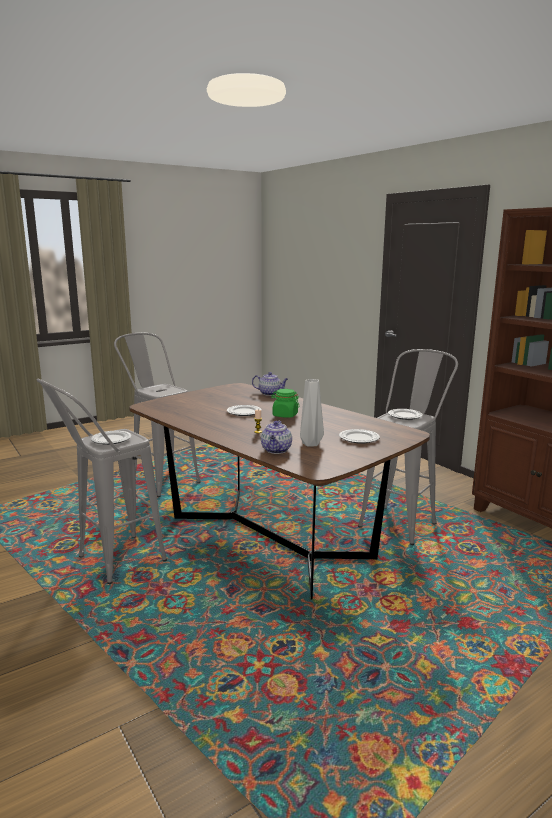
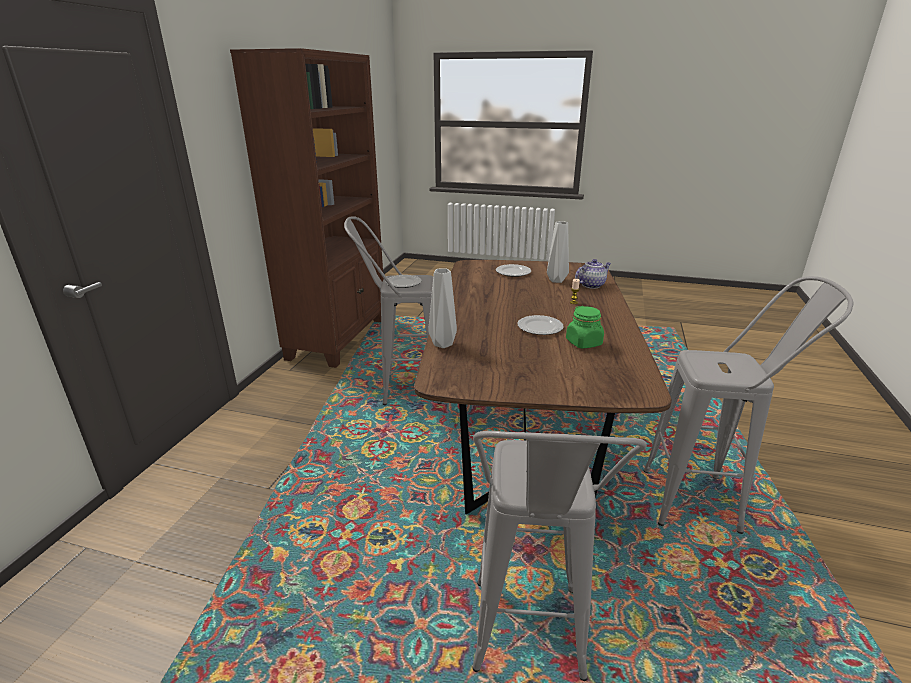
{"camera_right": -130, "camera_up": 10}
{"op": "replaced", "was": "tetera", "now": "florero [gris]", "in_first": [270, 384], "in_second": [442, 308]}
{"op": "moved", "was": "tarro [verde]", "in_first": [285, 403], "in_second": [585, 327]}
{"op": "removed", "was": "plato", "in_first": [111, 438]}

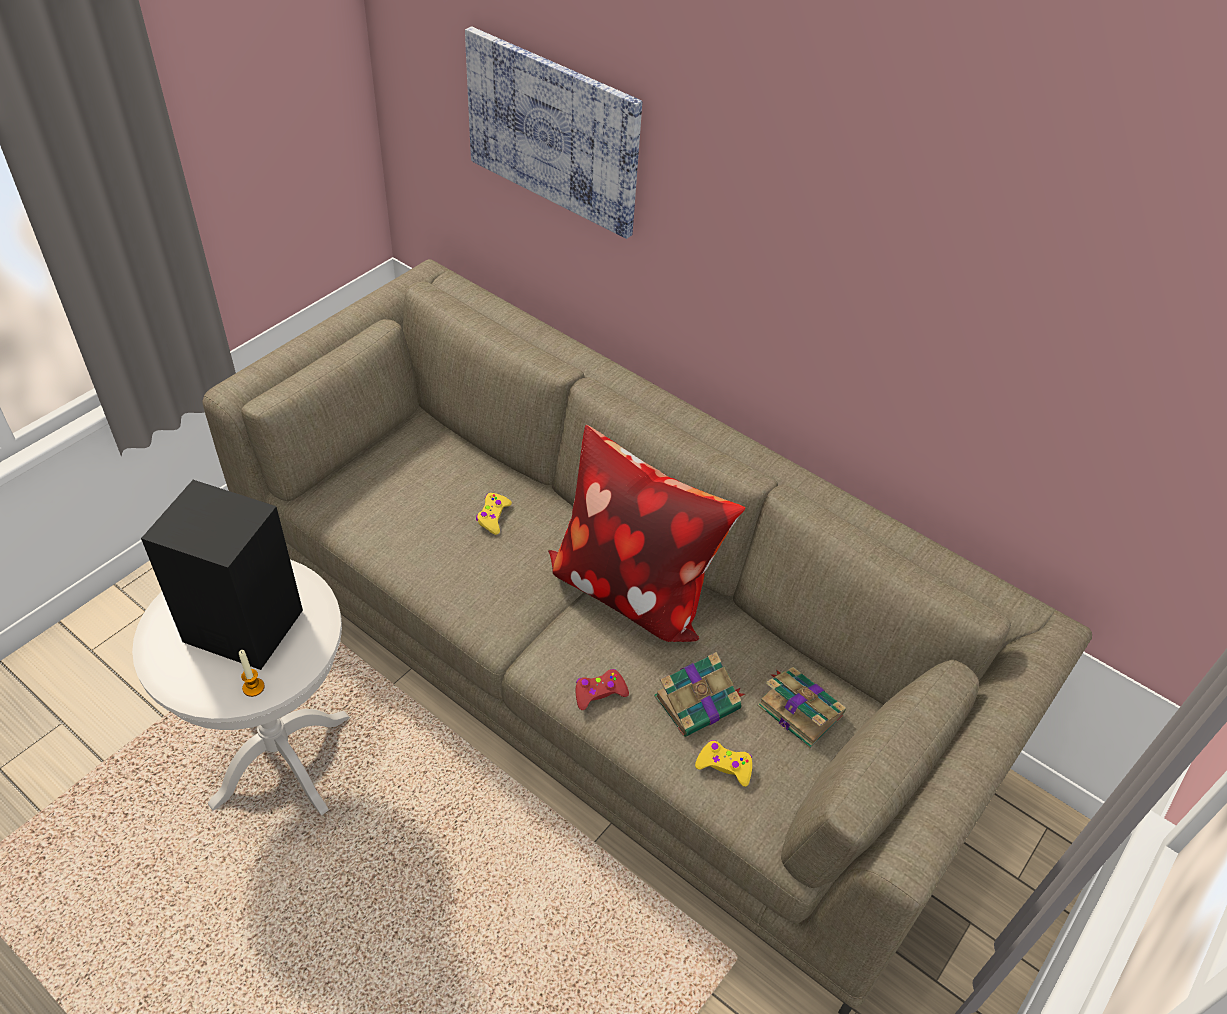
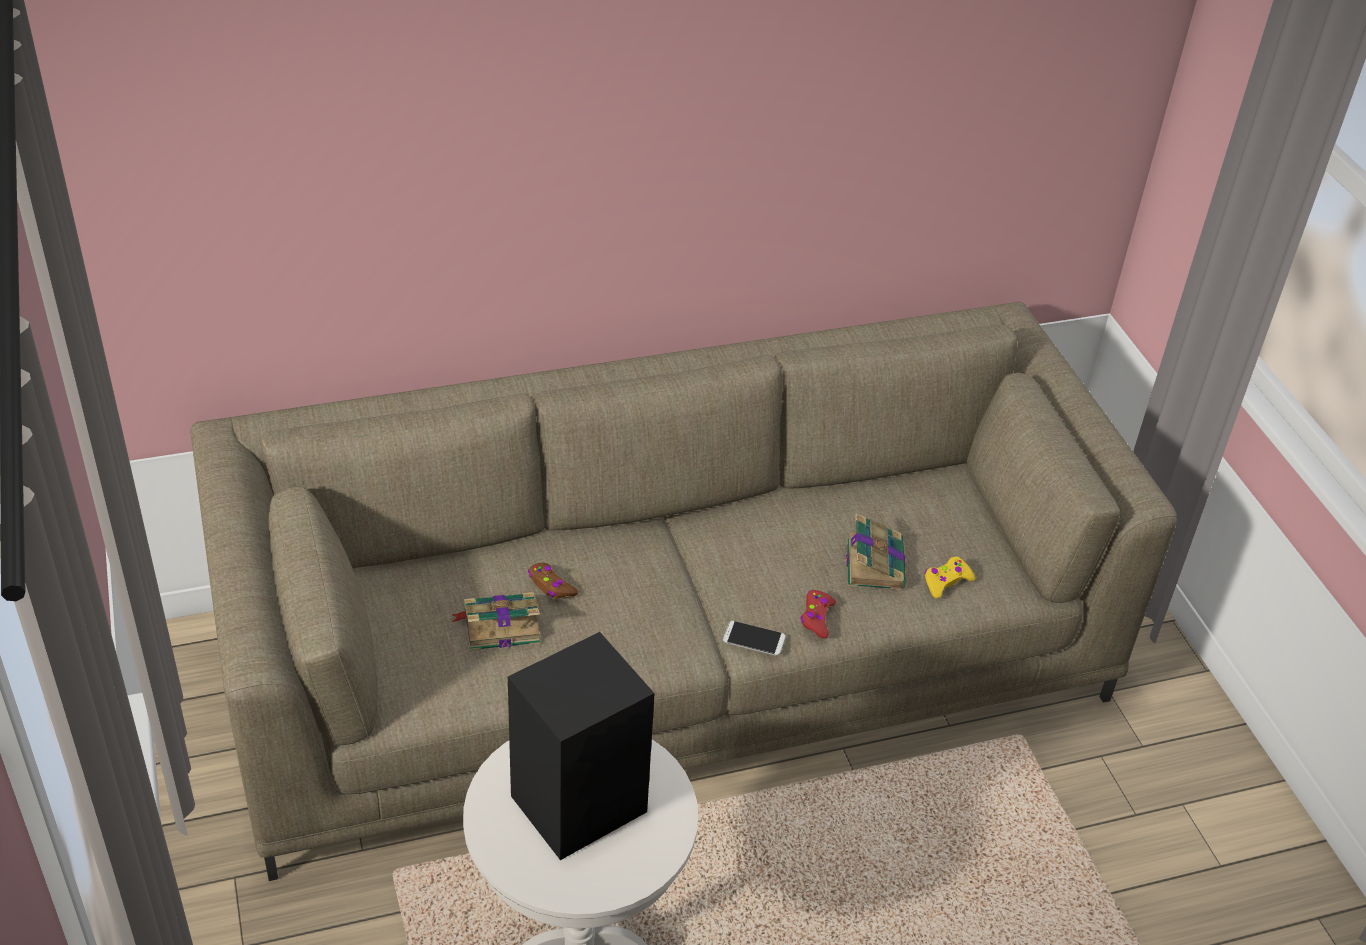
{"camera_right": -55, "camera_up": -5}
{"op": "moved", "was": "libro", "in_first": [801, 707], "in_second": [496, 621]}
{"op": "recoloured", "was": "mando de consola [amarillo]", "now": "mando de consola [marrón]", "in_first": [494, 514], "in_second": [553, 581]}
{"op": "added", "now": "móvil", "in_second": [754, 638]}
{"op": "removed", "was": "vela", "in_first": [252, 673]}
{"op": "removed", "was": "cuadro", "in_first": [553, 132]}
{"op": "removed", "was": "cojín", "in_first": [646, 533]}

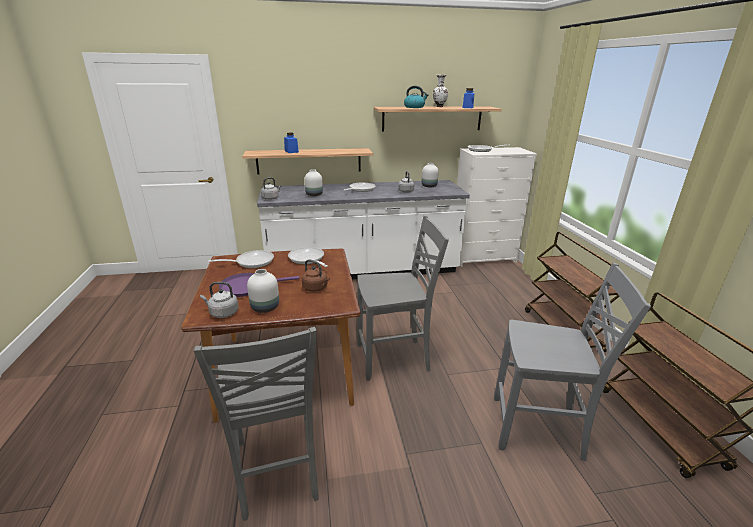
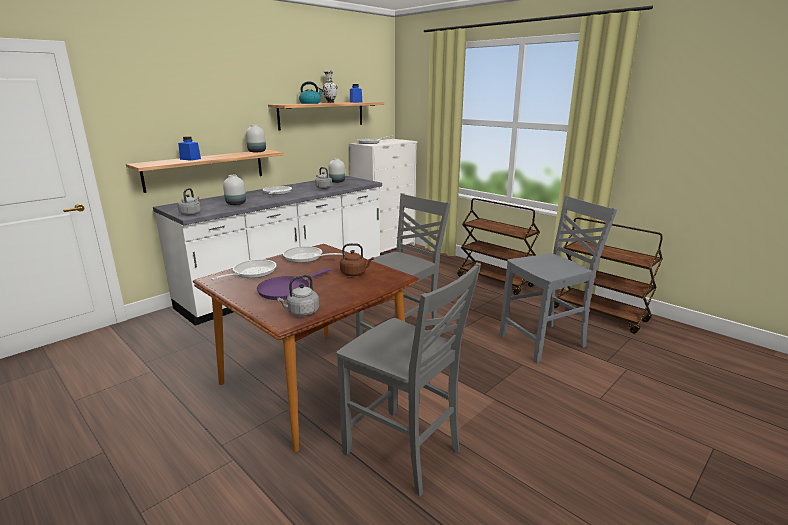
{"camera_right": -35, "camera_up": -5}
{"op": "moved", "was": "florero [blanco]", "in_first": [263, 291], "in_second": [256, 138]}

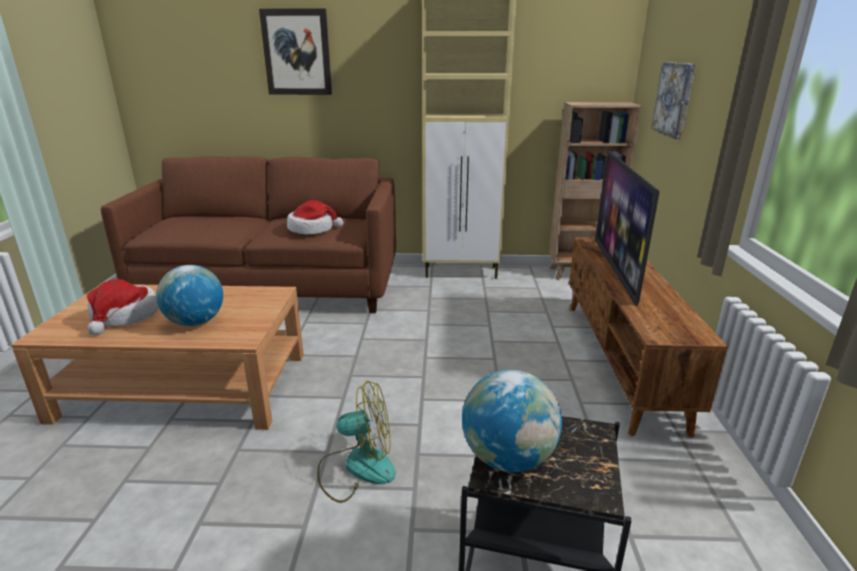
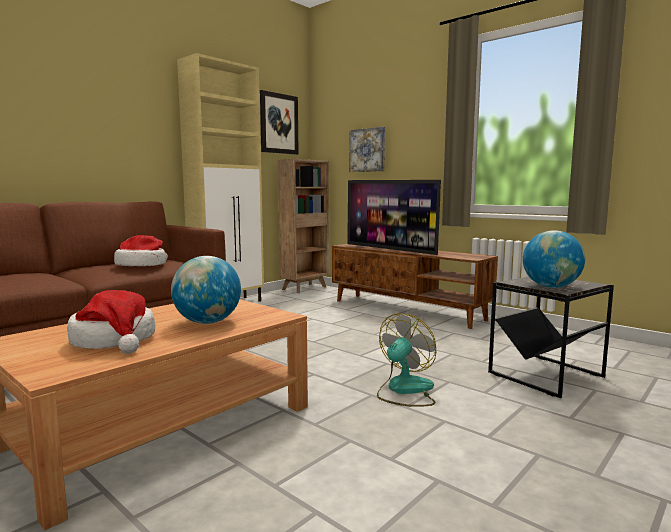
{"camera_right": -50, "camera_up": -15}
{"op": "moved", "was": "cuadro", "in_first": [295, 51], "in_second": [279, 122]}

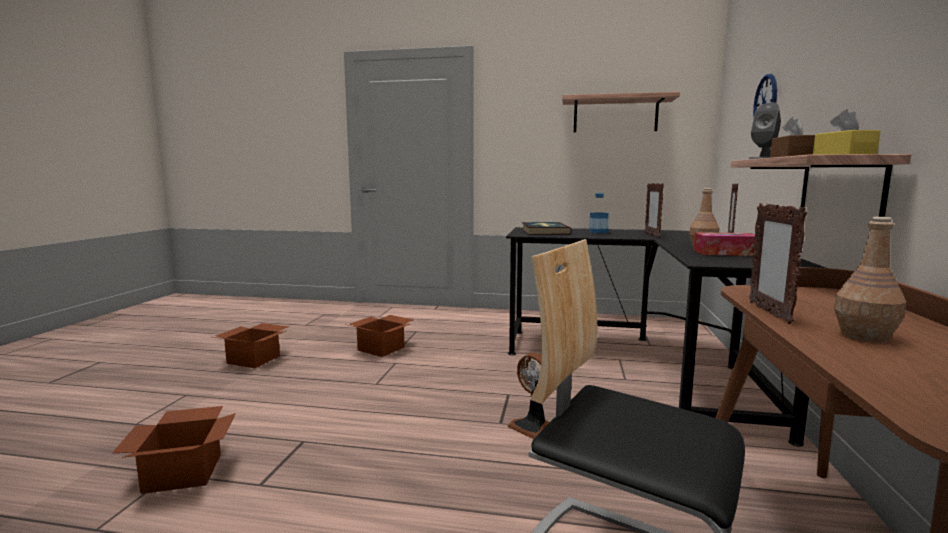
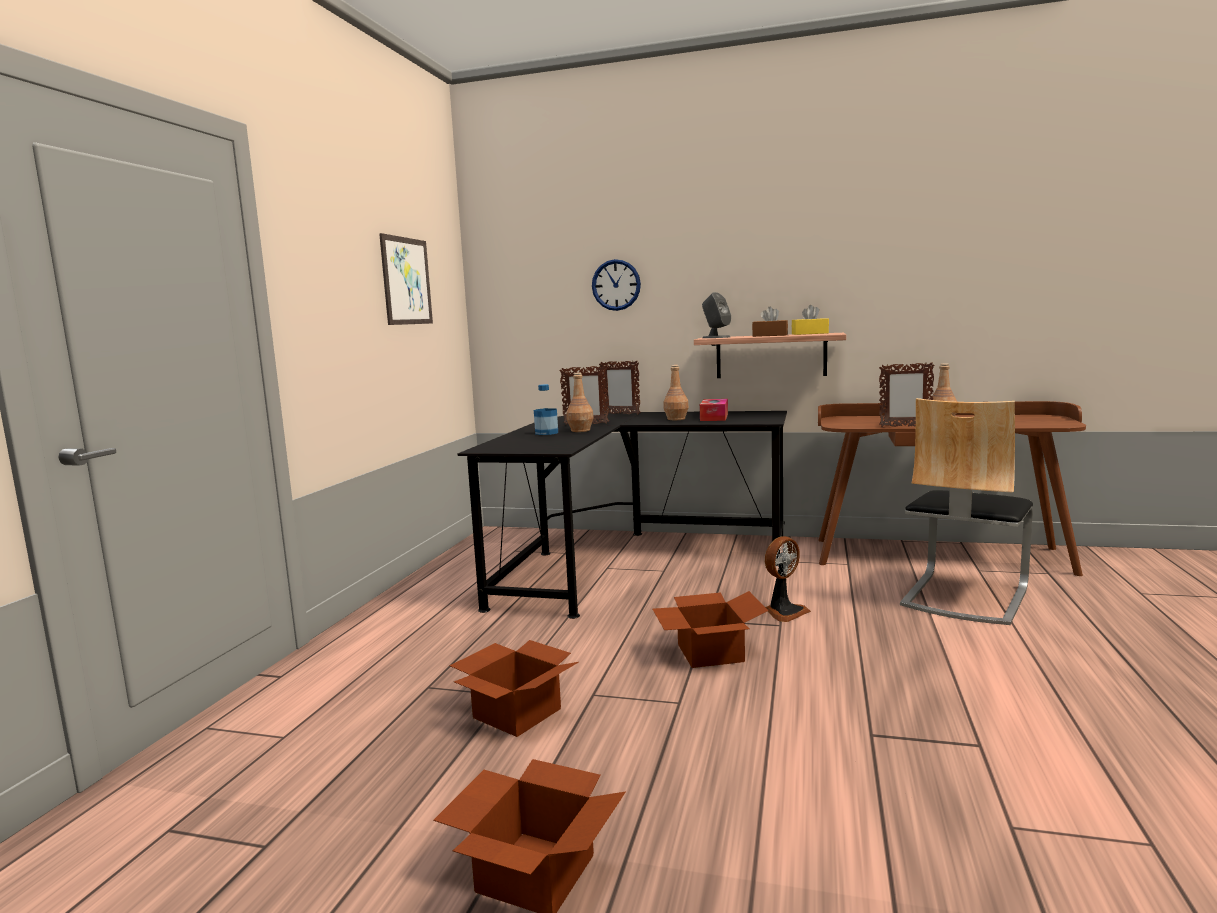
{"camera_right": -85, "camera_up": 0}
{"op": "replaced", "was": "estante", "now": "cuadro", "in_first": [621, 112], "in_second": [406, 279]}
{"op": "added", "now": "botella [marrón]", "in_second": [580, 402]}
{"op": "moved", "was": "caja de cartón", "in_first": [174, 450], "in_second": [710, 629]}
{"op": "removed", "was": "libro", "in_first": [547, 228]}

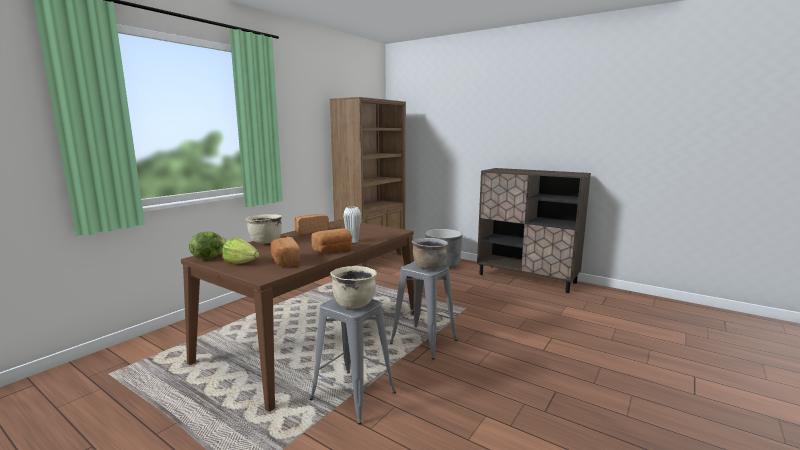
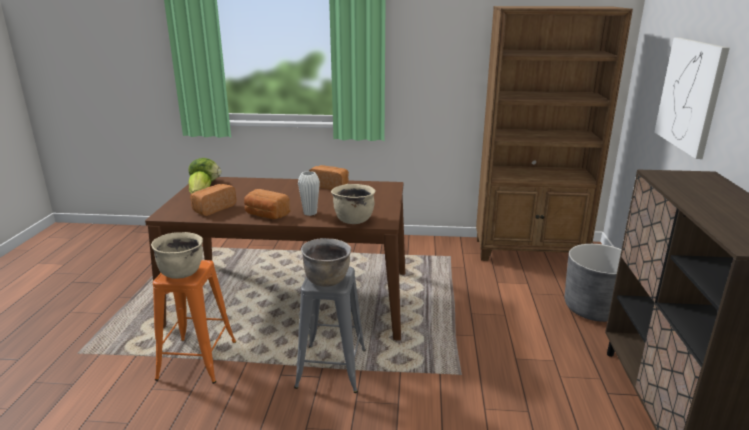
{"camera_right": 60, "camera_up": 10}
{"op": "recoloured", "was": "taburete [gris]", "now": "taburete [naranja]", "in_first": [353, 361], "in_second": [194, 322]}
{"op": "moved", "was": "olla [beis]", "in_first": [264, 228], "in_second": [353, 204]}
{"op": "added", "now": "cuadro", "in_second": [692, 98]}

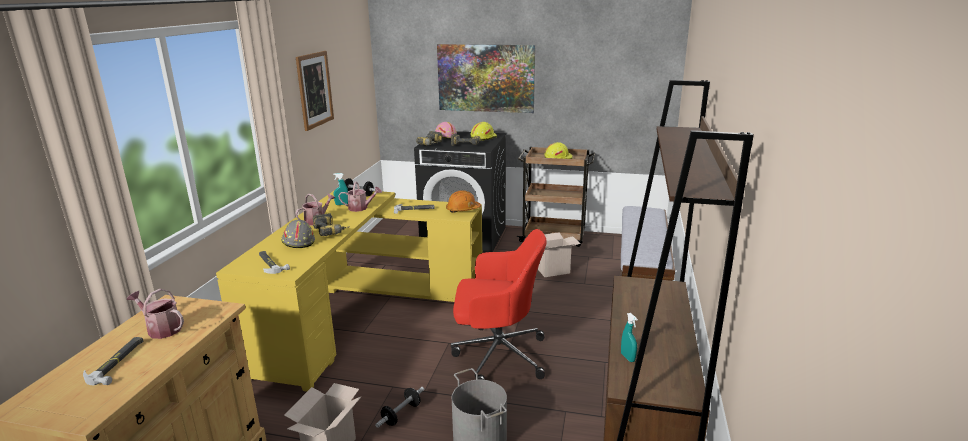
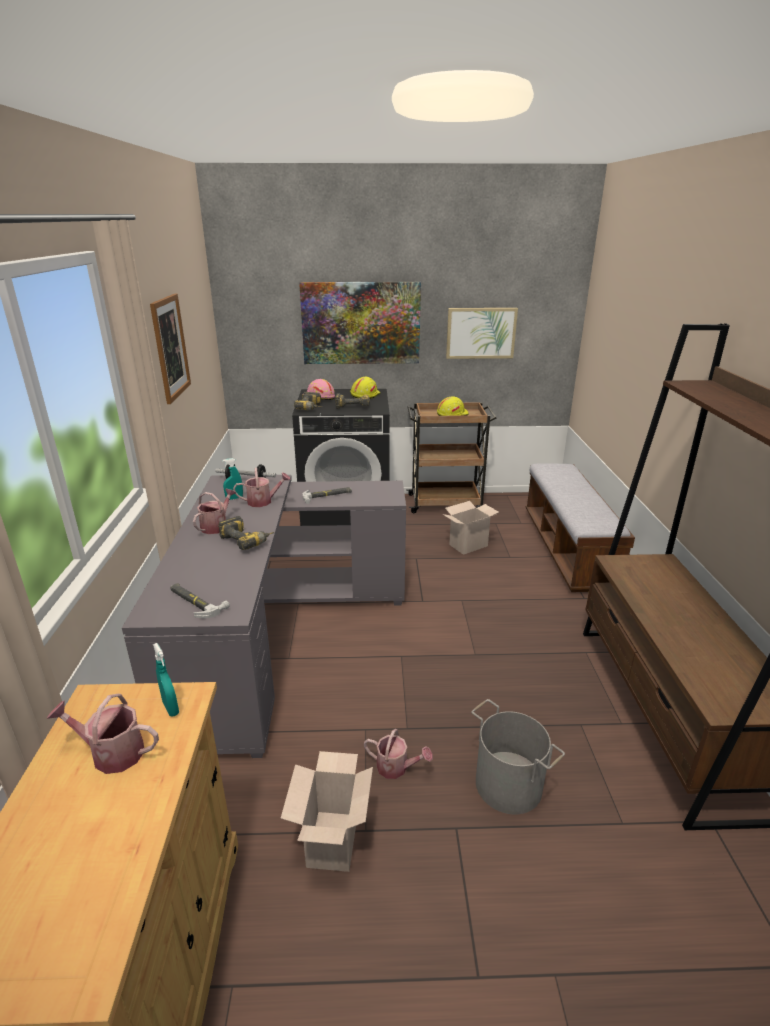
{"camera_right": -15, "camera_up": 5}
{"op": "recoloured", "was": "escritorio [amarillo]", "now": "escritorio [gris]", "in_first": [349, 290], "in_second": [264, 616]}
{"op": "moved", "was": "pulverizador [turquesa]", "in_first": [629, 337], "in_second": [166, 680]}
{"op": "replaced", "was": "mancuerna", "now": "regadera", "in_first": [399, 407], "in_second": [398, 754]}
{"op": "added", "now": "cuadro", "in_second": [482, 333]}
{"op": "removed", "was": "martillo", "in_first": [113, 361]}
{"op": "removed", "was": "casco [gris]", "in_first": [298, 234]}
{"op": "removed", "was": "casco [naranja]", "in_first": [463, 201]}
{"op": "removed", "was": "silla de oficina [rojo]", "in_first": [499, 304]}

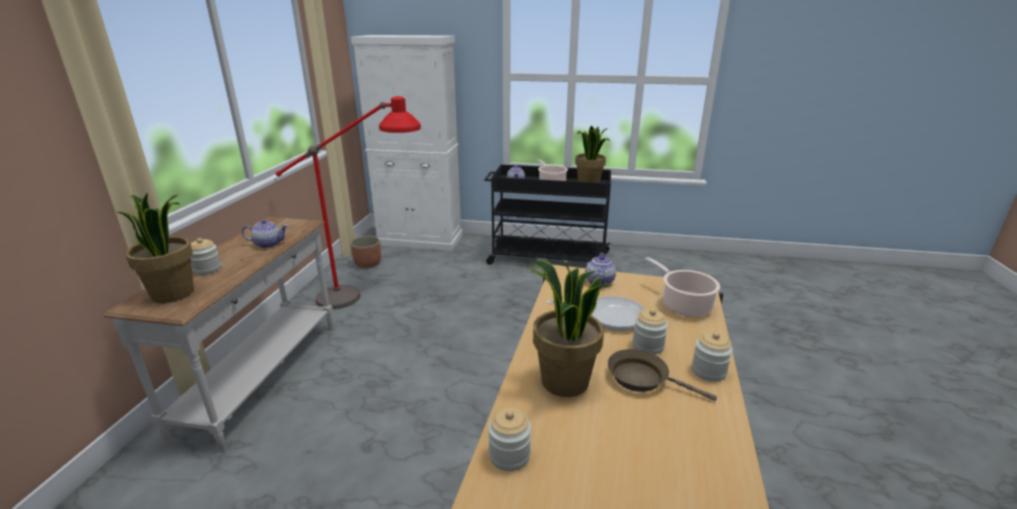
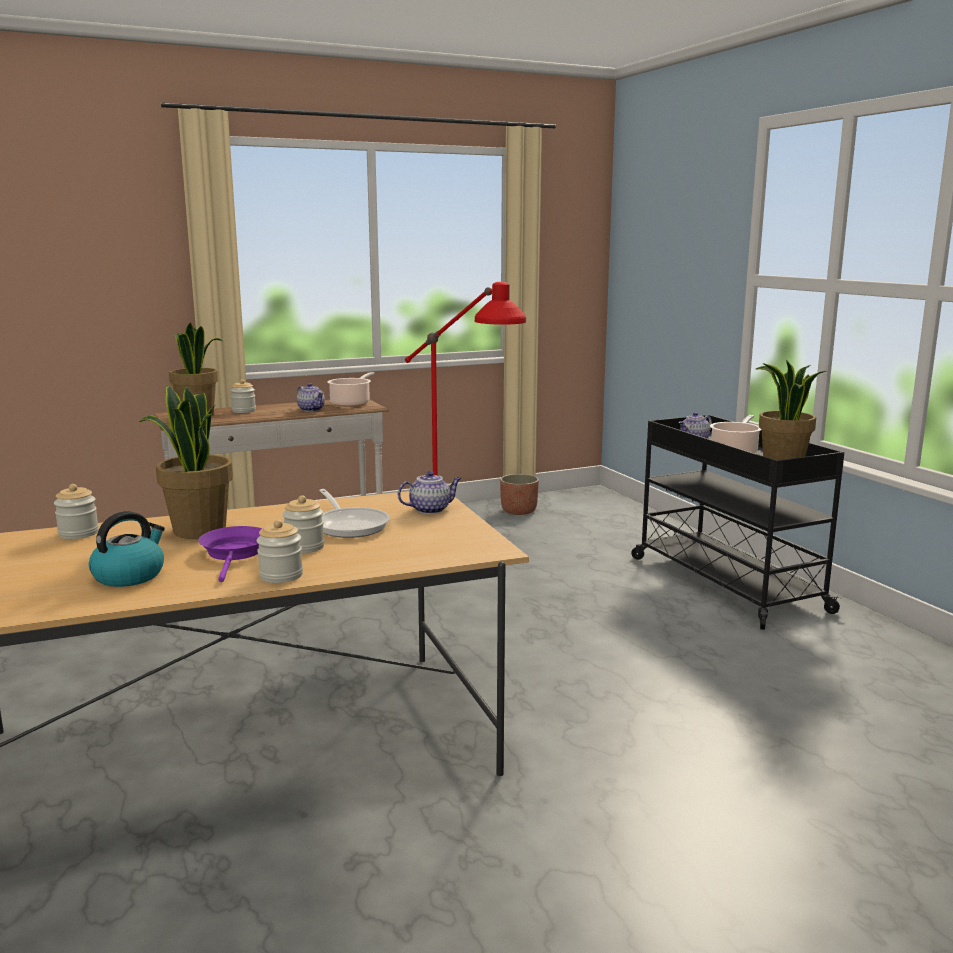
{"camera_right": 55, "camera_up": -10}
{"op": "added", "now": "hervidor", "in_second": [127, 549]}
{"op": "recoloured", "was": "sartén [marrón]", "now": "sartén [morado]", "in_first": [662, 375], "in_second": [230, 554]}
{"op": "moved", "was": "olla", "in_first": [682, 287], "in_second": [351, 389]}
{"op": "removed", "was": "armario [blanco]", "in_first": [407, 143]}

